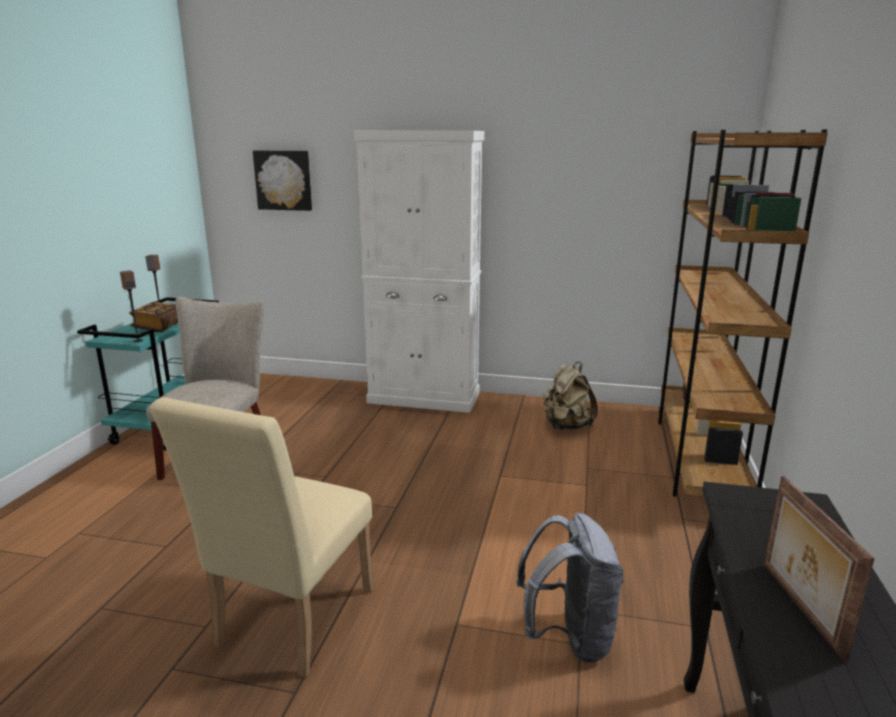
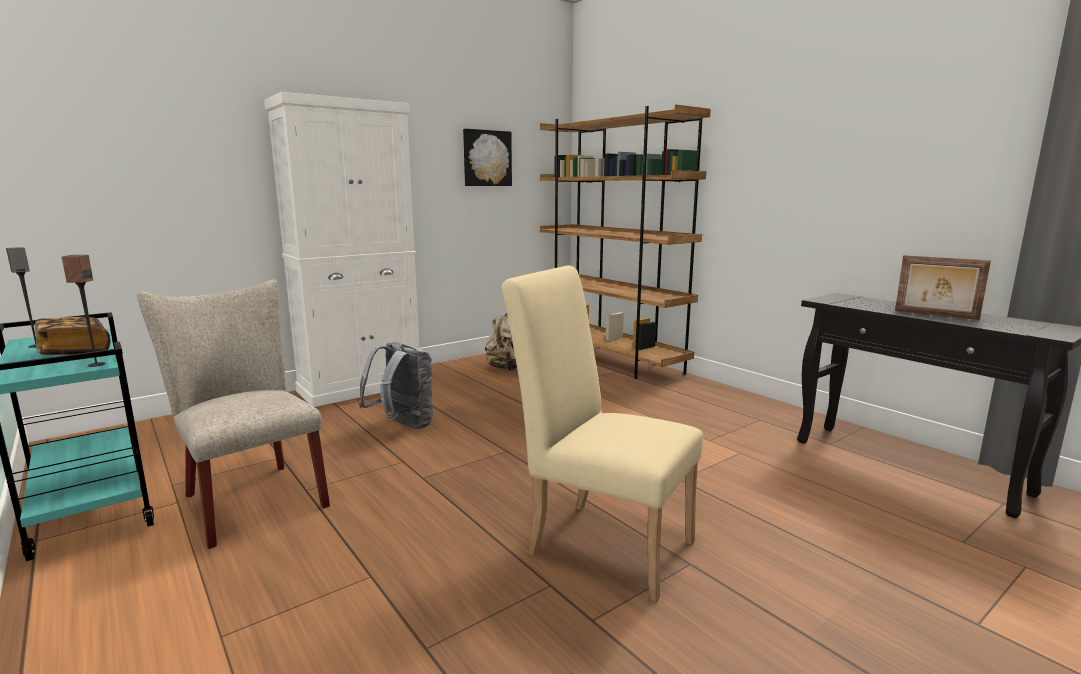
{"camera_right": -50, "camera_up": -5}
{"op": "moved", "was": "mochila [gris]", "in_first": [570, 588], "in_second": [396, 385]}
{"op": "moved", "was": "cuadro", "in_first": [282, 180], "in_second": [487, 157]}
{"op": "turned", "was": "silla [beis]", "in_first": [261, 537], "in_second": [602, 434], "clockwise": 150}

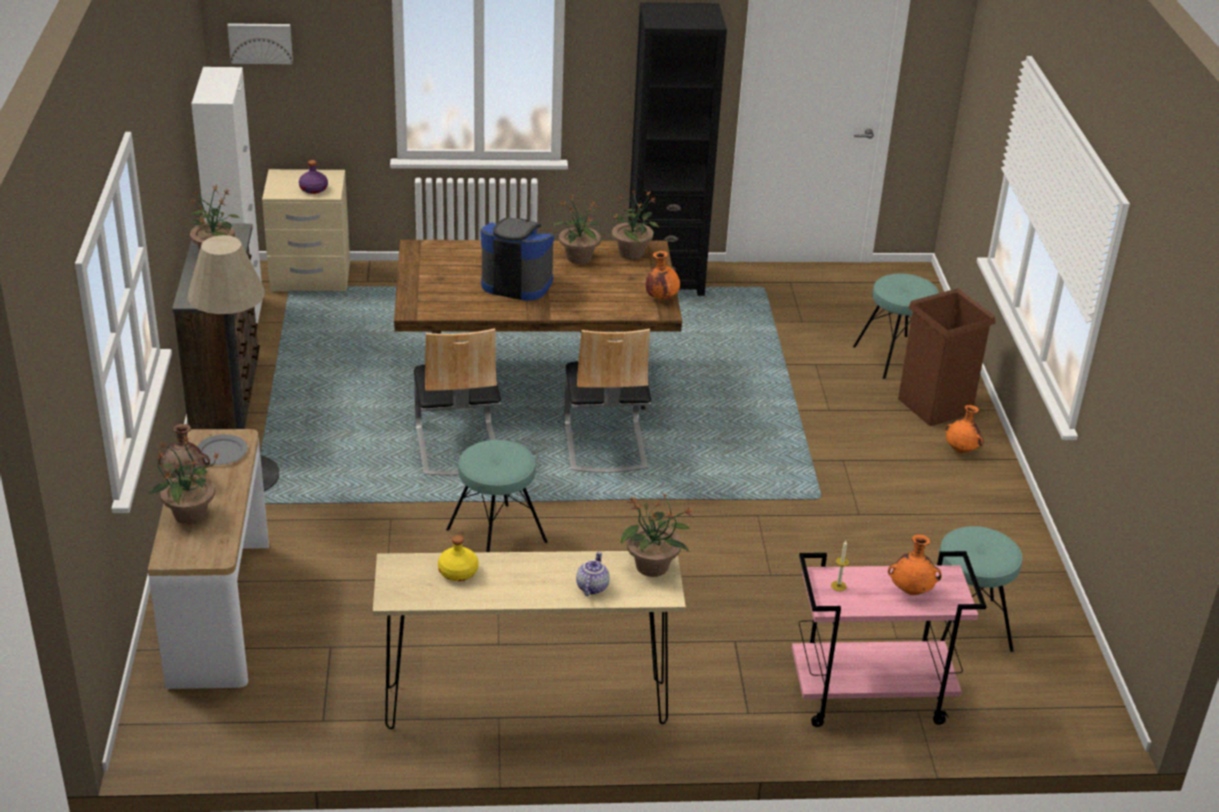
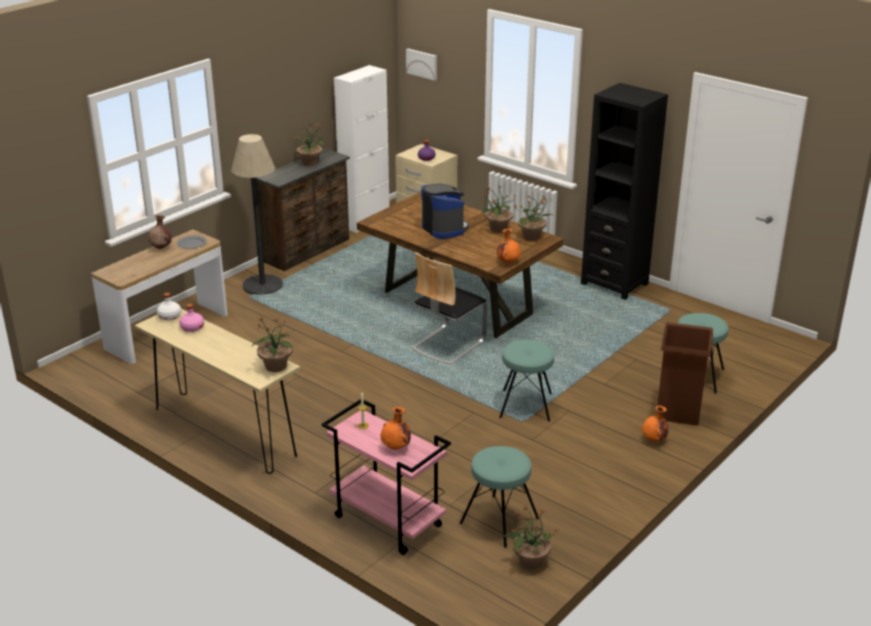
{"camera_right": 45, "camera_up": -5}
{"op": "added", "now": "botella [blanco]", "in_second": [169, 306]}
{"op": "recoloured", "was": "botella [amarillo]", "now": "botella [rosa]", "in_first": [458, 558], "in_second": [191, 318]}
{"op": "moved", "was": "taburete [turquesa]", "in_first": [497, 496], "in_second": [526, 381]}
{"op": "moved", "was": "planta en maceta", "in_first": [183, 480], "in_second": [531, 538]}
{"op": "removed", "was": "silla", "in_first": [457, 402]}
{"op": "removed", "was": "tetera", "in_first": [593, 574]}

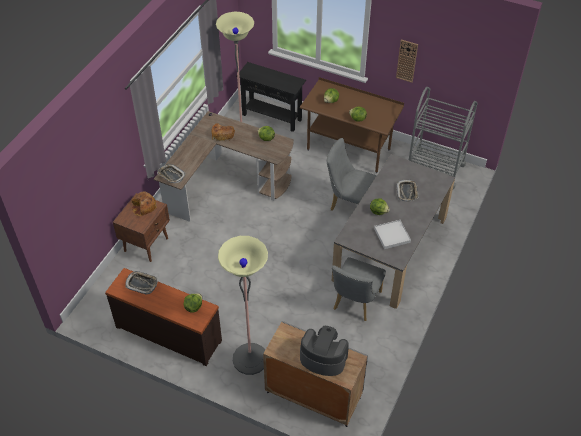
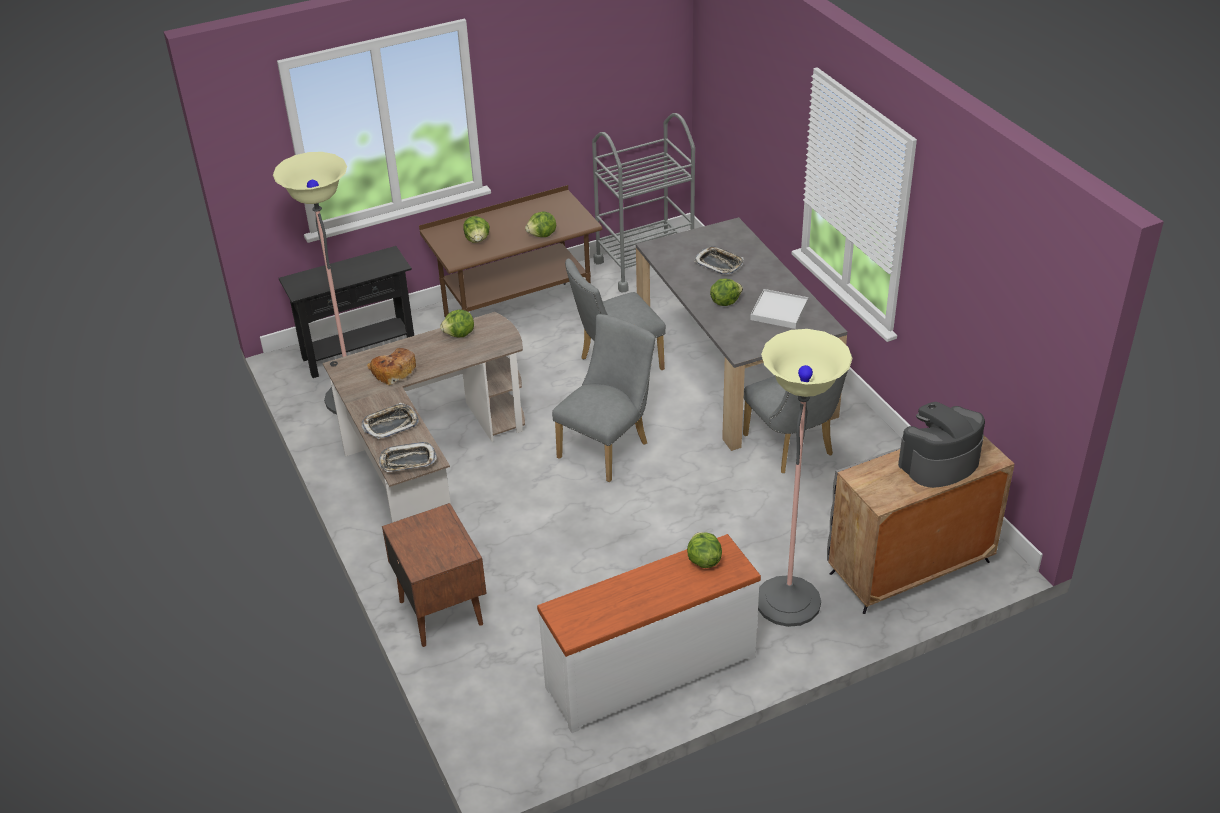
{"camera_right": -50, "camera_up": -10}
{"op": "moved", "was": "bandeja", "in_first": [141, 283], "in_second": [390, 421]}
{"op": "recoloured", "was": "cómoda [marrón]", "now": "cómoda [blanco]", "in_first": [163, 317], "in_second": [649, 633]}
{"op": "added", "now": "silla [gris]", "in_second": [603, 398]}
{"op": "removed", "was": "pan", "in_first": [144, 204]}
{"op": "removed", "was": "reloj de pared", "in_first": [407, 61]}

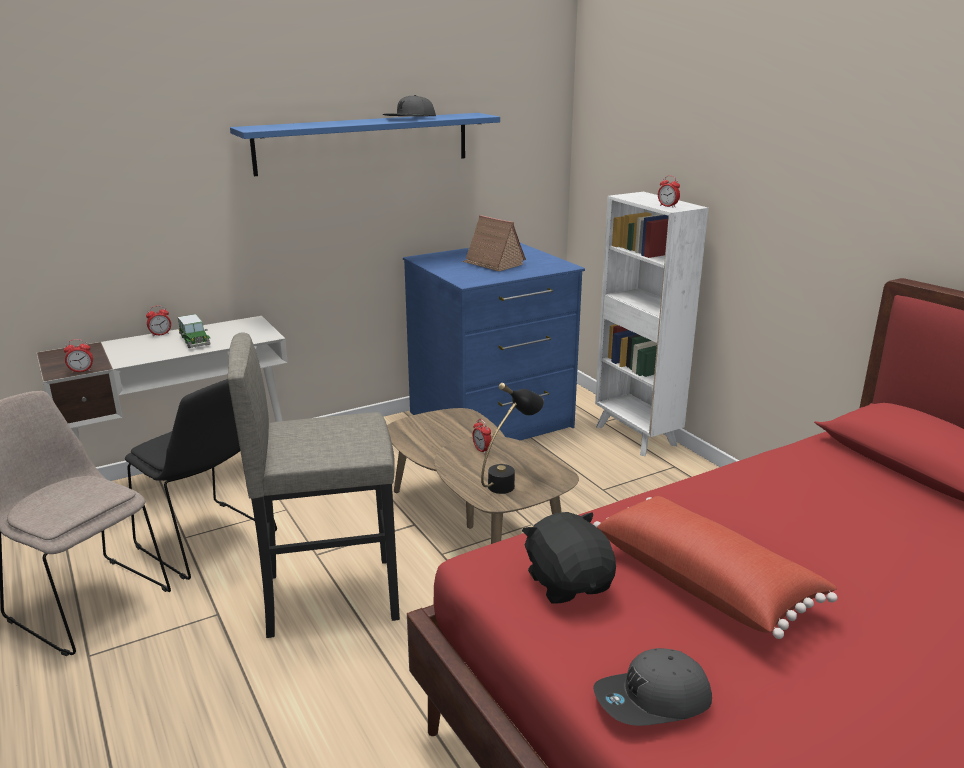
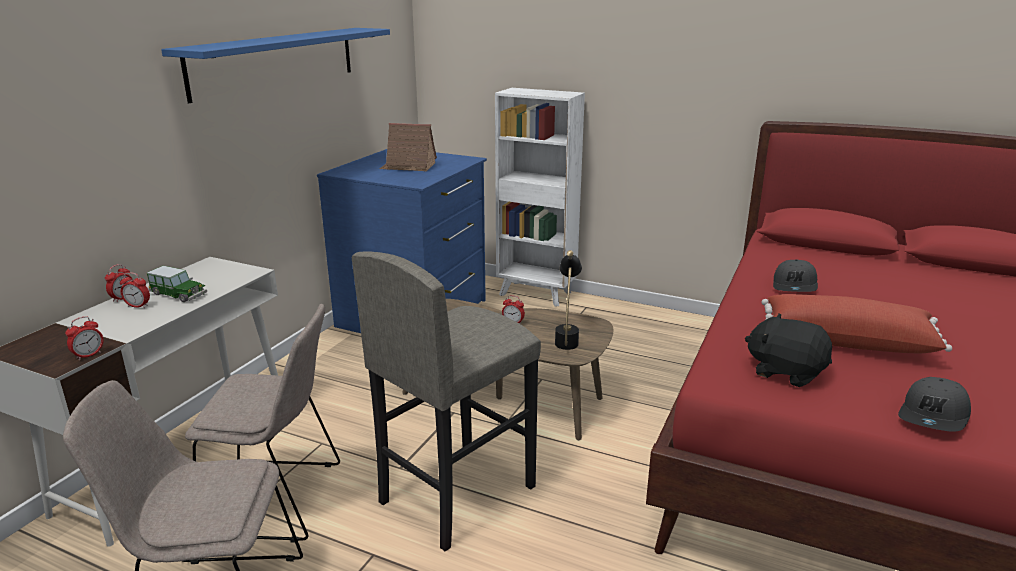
{"camera_right": -35, "camera_up": 0}
{"op": "moved", "was": "despertador", "in_first": [669, 192], "in_second": [135, 290]}
{"op": "recoloured", "was": "silla [negro]", "now": "silla [beis]", "in_first": [201, 479], "in_second": [262, 423]}
{"op": "moved", "was": "gorra [gris]", "in_first": [409, 106], "in_second": [795, 276]}

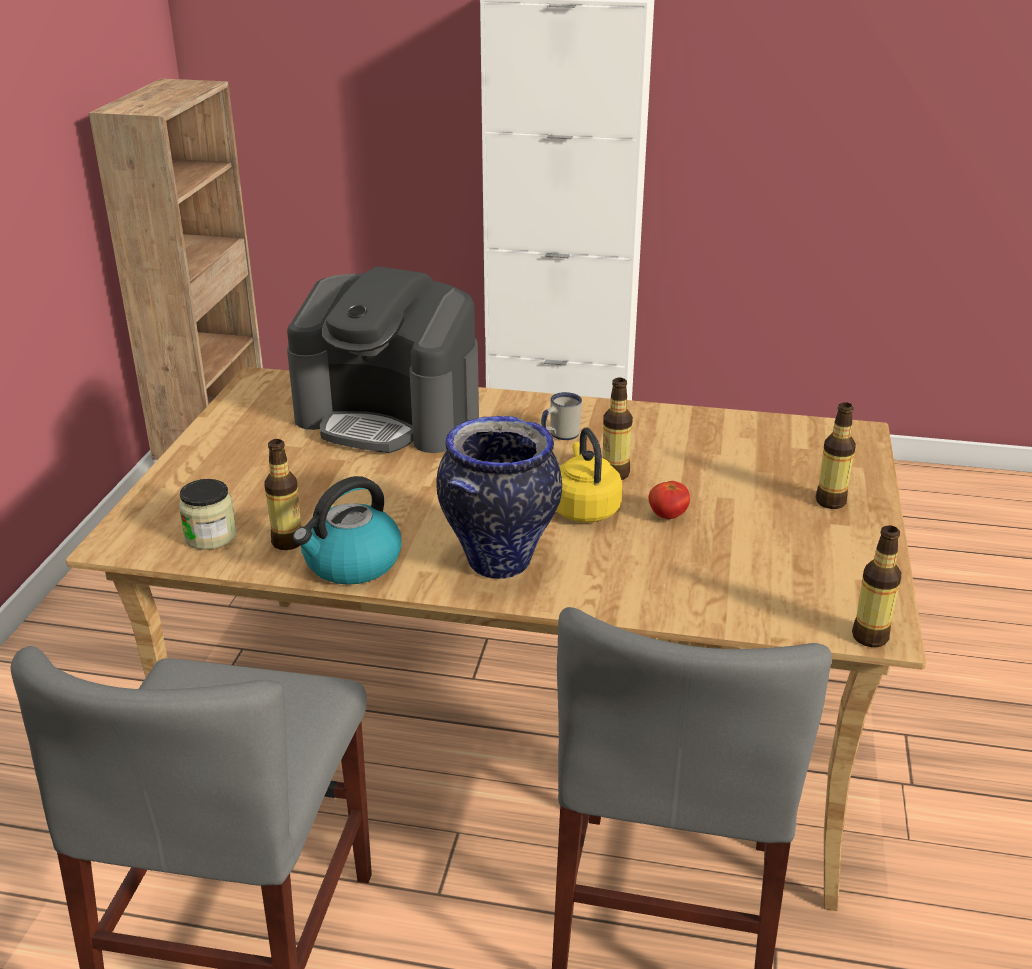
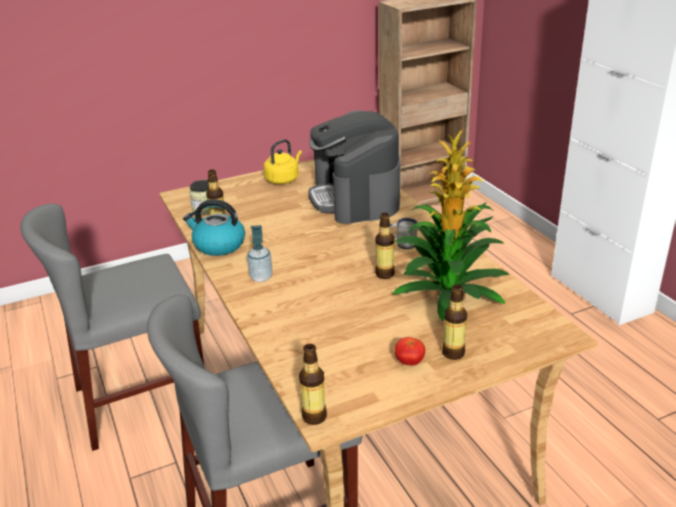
{"camera_right": 55, "camera_up": 0}
{"op": "replaced", "was": "florero", "now": "dispensador de jabón", "in_first": [499, 497], "in_second": [260, 253]}
{"op": "moved", "was": "hervidor [amarillo]", "in_first": [589, 475], "in_second": [283, 161]}
{"op": "added", "now": "planta en maceta", "in_second": [451, 225]}
{"op": "moved", "was": "tomate", "in_first": [669, 500], "in_second": [410, 351]}

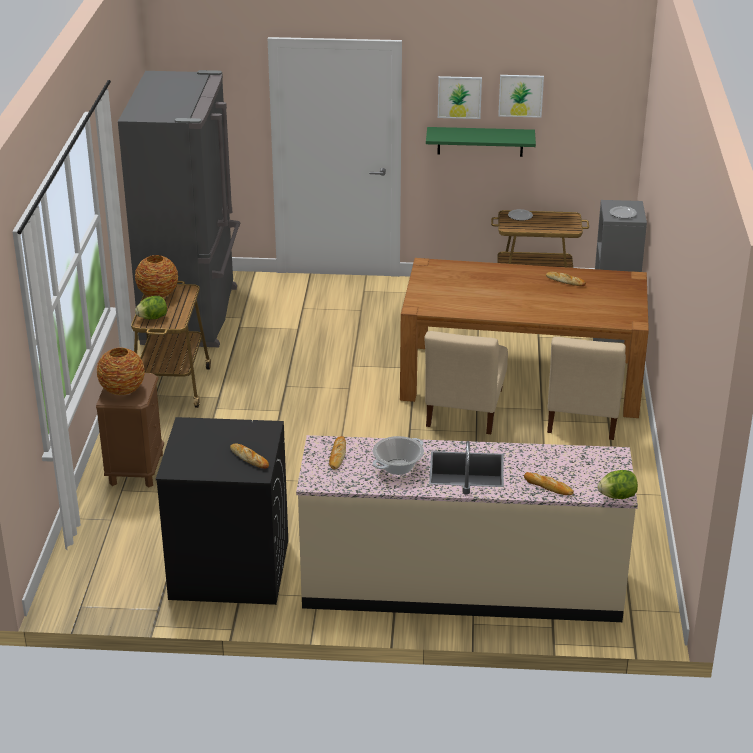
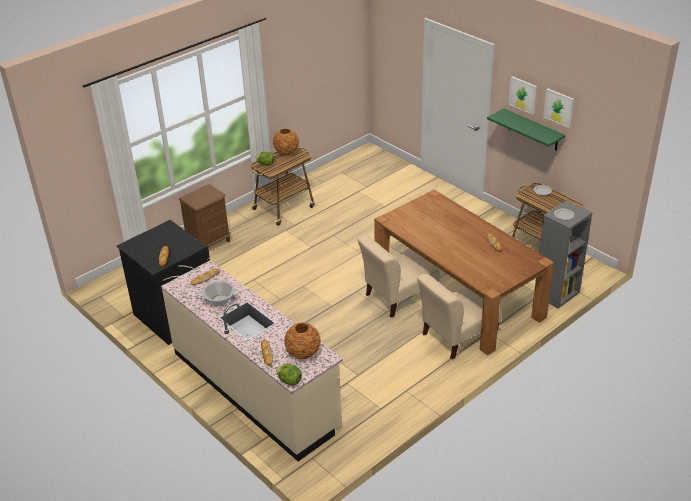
{"camera_right": 45, "camera_up": 5}
{"op": "moved", "was": "florero", "in_first": [120, 371], "in_second": [302, 340]}
{"op": "removed", "was": "nevera [gris]", "in_first": [179, 208]}

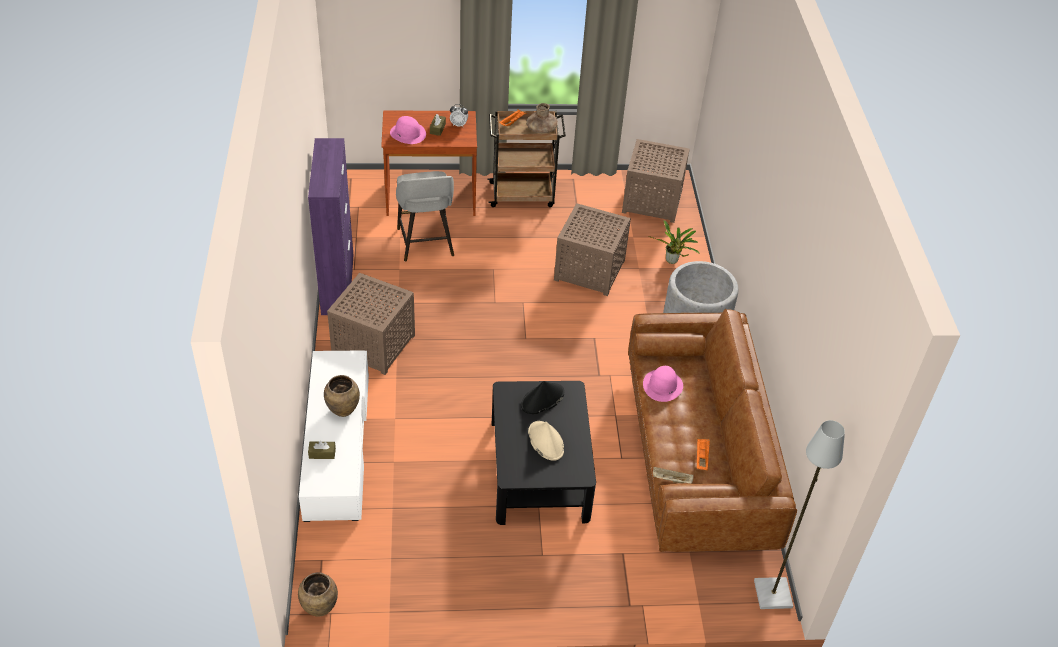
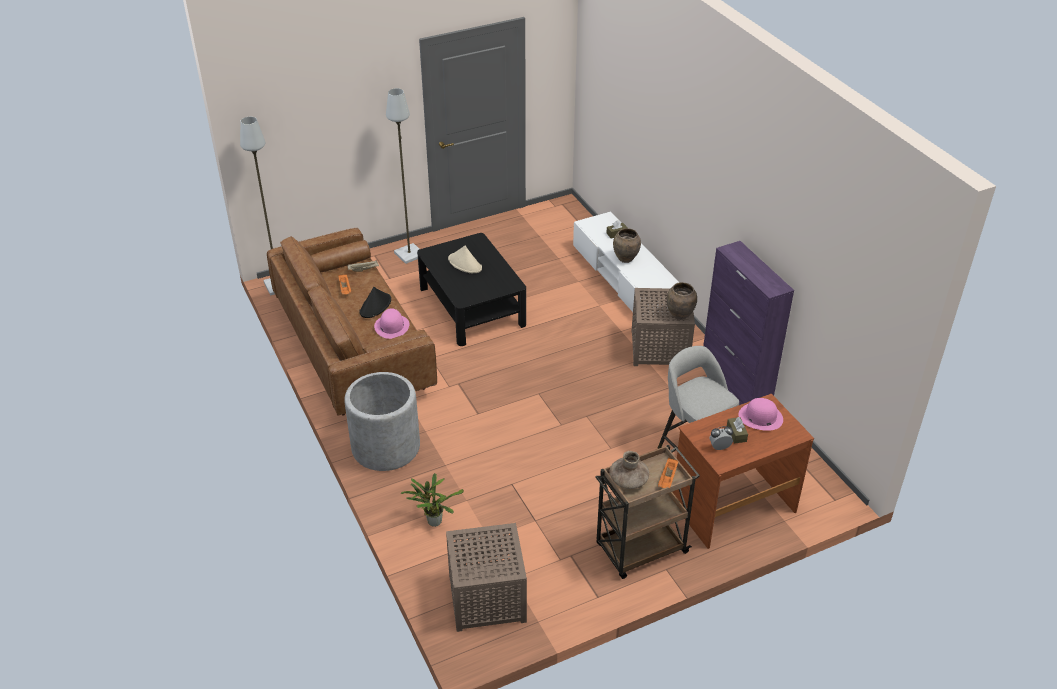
{"camera_right": 160, "camera_up": -5}
{"op": "moved", "was": "sombrero [negro]", "in_first": [542, 397], "in_second": [375, 302]}
{"op": "added", "now": "lámpara de pie [gris]", "in_second": [402, 176]}
{"op": "moved", "was": "florero [marrón]", "in_first": [318, 594], "in_second": [682, 301]}
{"op": "removed", "was": "mesa auxiliar [marrón]", "in_first": [592, 249]}

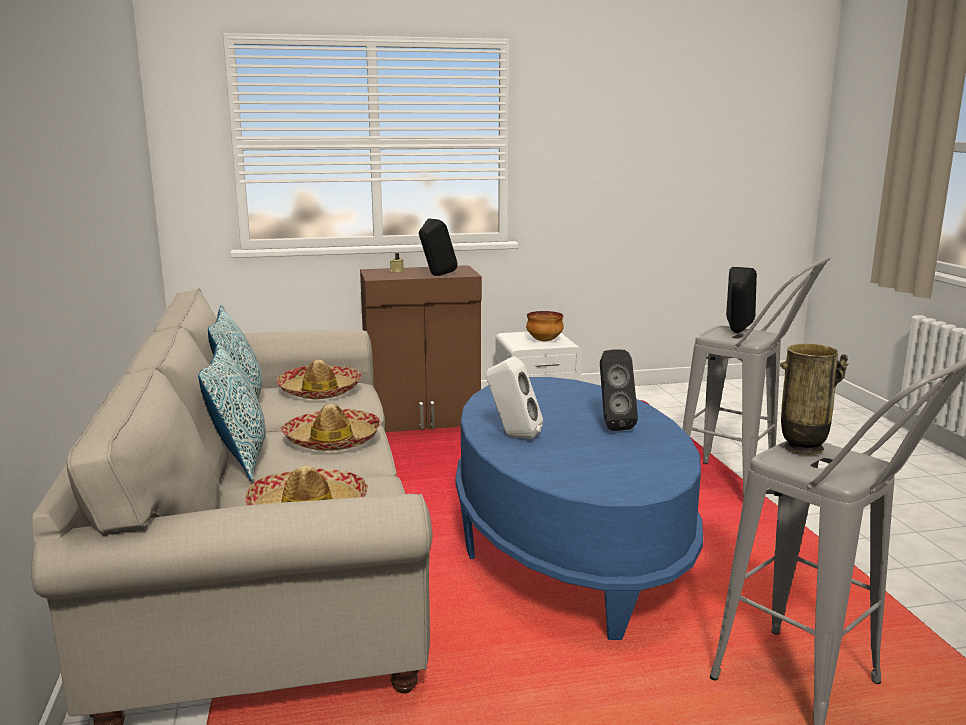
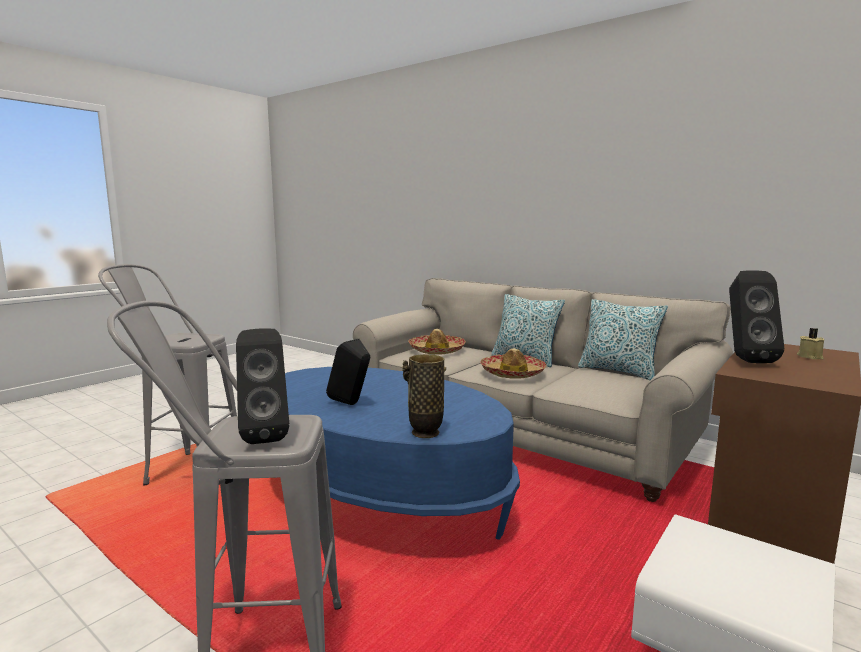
{"camera_right": 140, "camera_up": -5}
{"op": "moved", "was": "florero", "in_first": [814, 399], "in_second": [424, 396]}
{"op": "removed", "was": "sombrero", "in_first": [319, 379]}
{"op": "removed", "was": "altavoz [blanco]", "in_first": [514, 397]}
{"op": "removed", "was": "cuenco", "in_first": [545, 326]}

